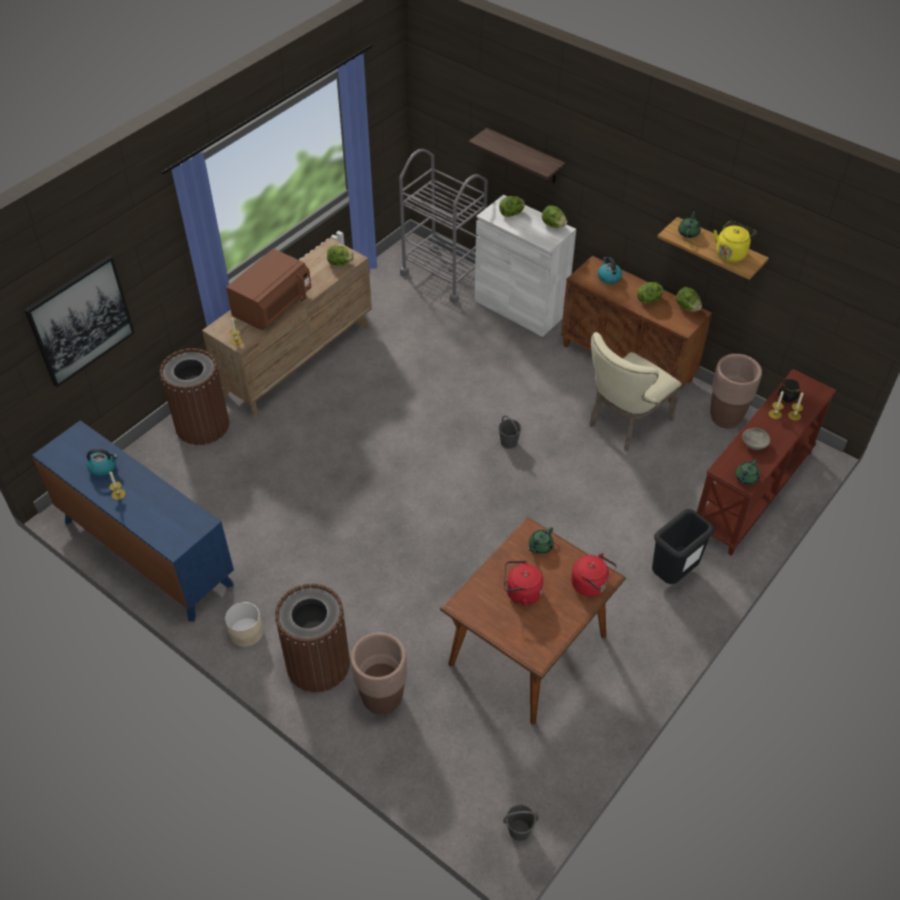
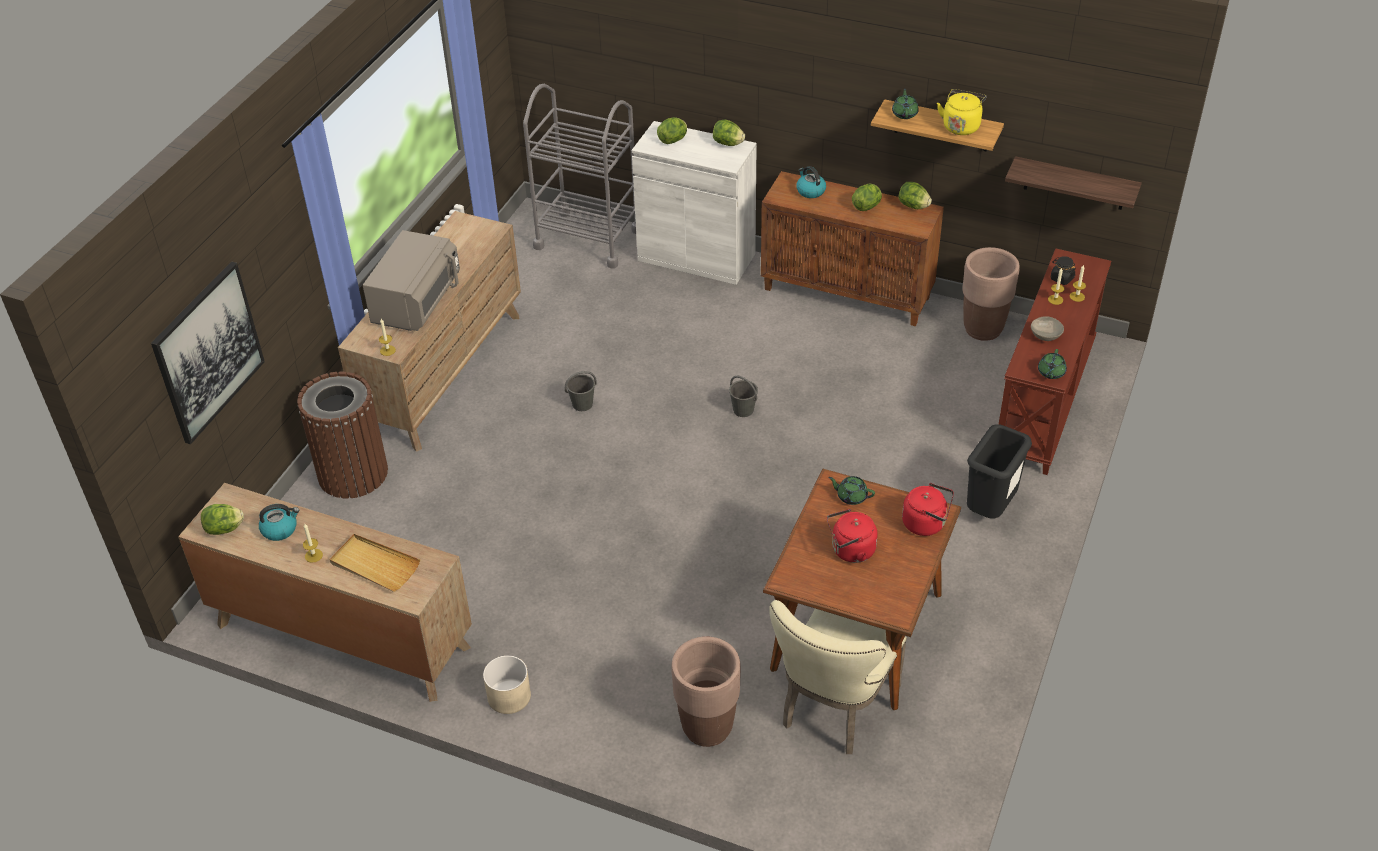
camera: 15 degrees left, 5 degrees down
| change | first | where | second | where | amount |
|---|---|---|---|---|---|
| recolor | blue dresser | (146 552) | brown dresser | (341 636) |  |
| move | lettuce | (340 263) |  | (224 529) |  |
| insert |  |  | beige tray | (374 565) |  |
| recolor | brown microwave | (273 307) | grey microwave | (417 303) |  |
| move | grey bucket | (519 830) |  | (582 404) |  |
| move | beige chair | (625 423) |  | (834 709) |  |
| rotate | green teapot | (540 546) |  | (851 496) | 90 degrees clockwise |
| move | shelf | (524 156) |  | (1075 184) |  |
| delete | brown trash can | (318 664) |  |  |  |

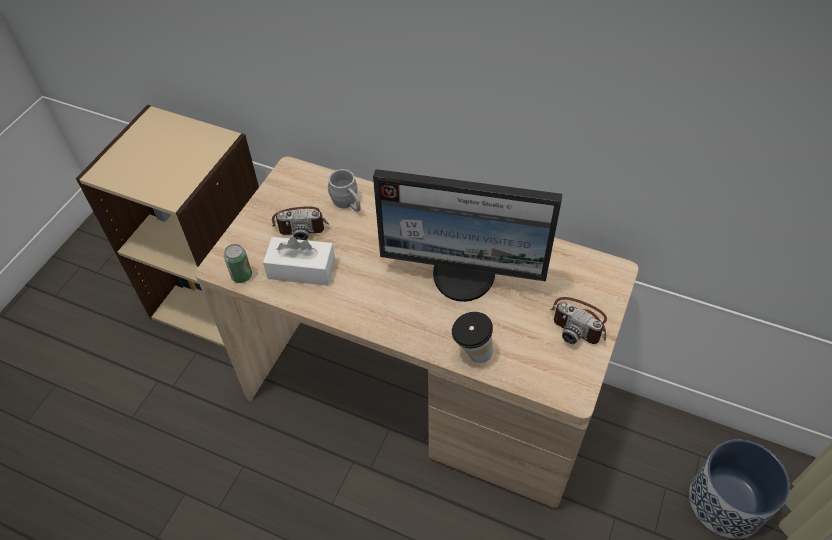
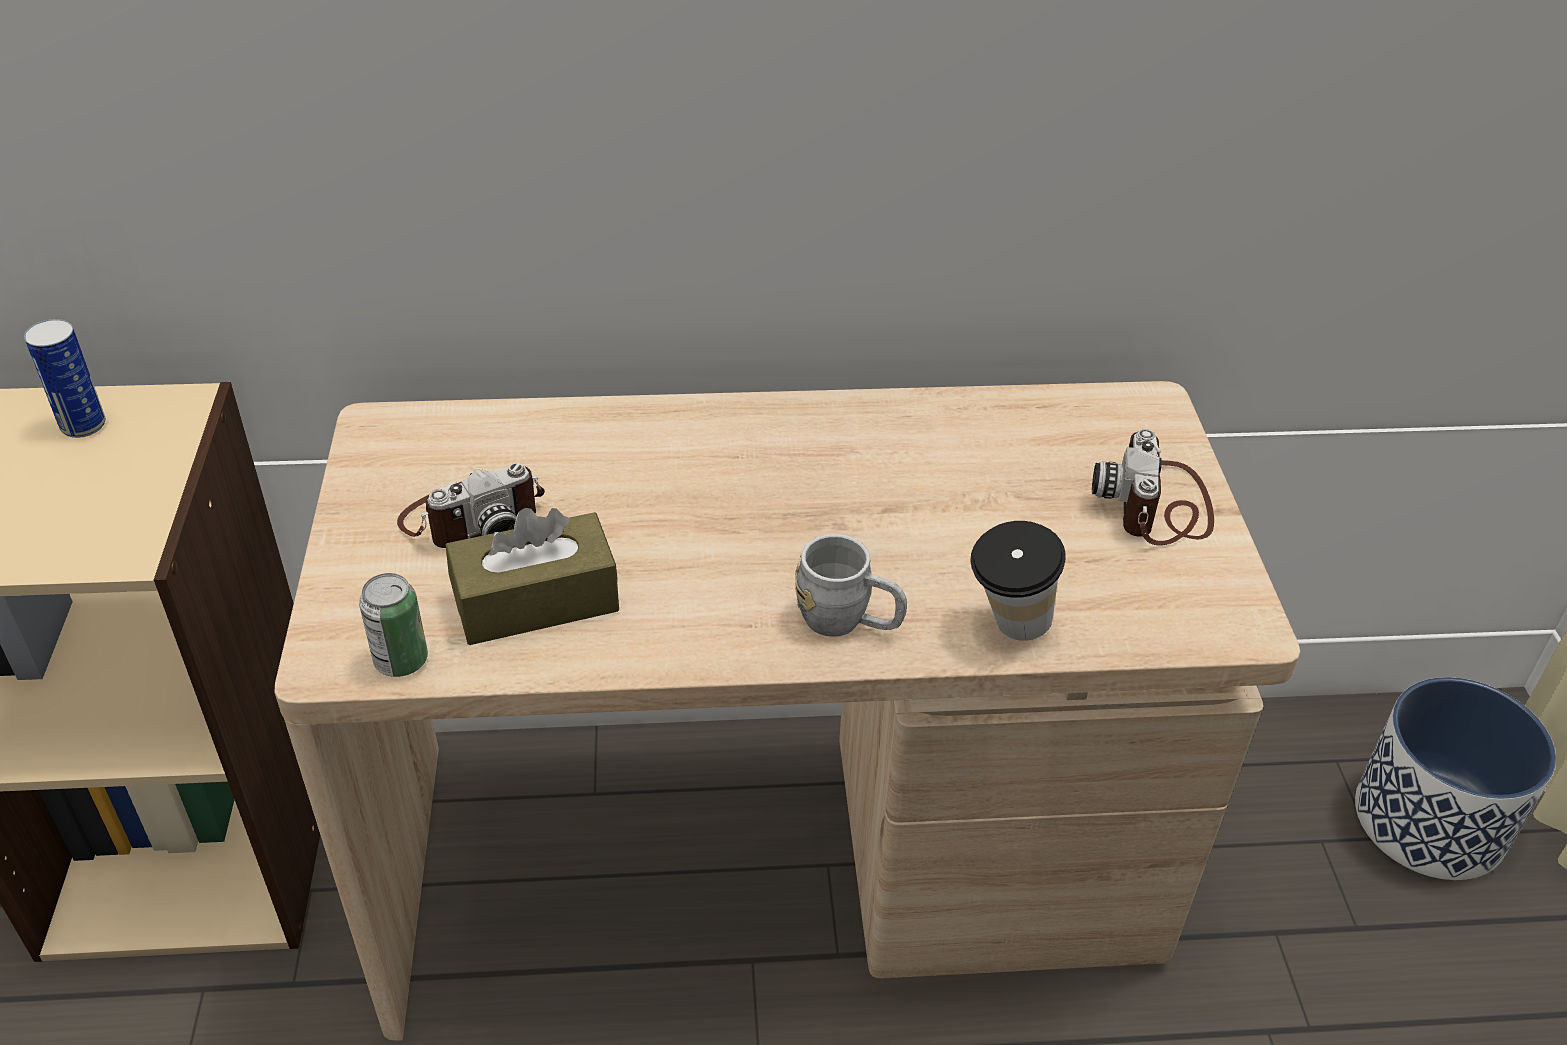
camera: 30 degrees left, 10 degrees down
| change | first | where | second | where | amount |
|---|---|---|---|---|---|
| insert |  |  | can | (83 425) |  |
| recolor | white tissue box | (301 269) | brown tissue box | (536 601) |  |
| move | grey mug | (348 204) |  | (848 622) |  |
| rotate | photo camera | (579 322) |  | (1158 506) | 90 degrees clockwise |
| delete | monitor | (464 275) |  |  |  |

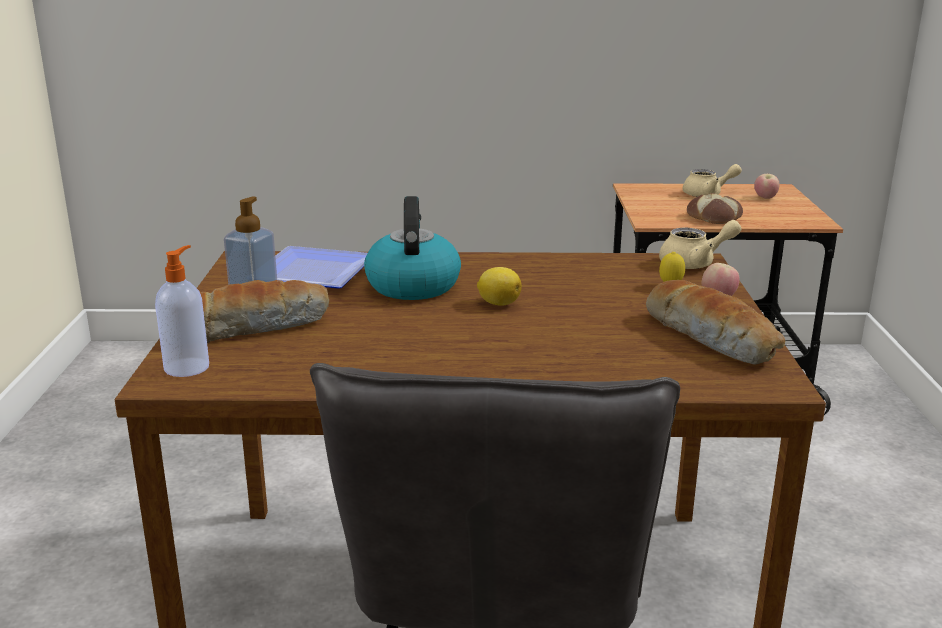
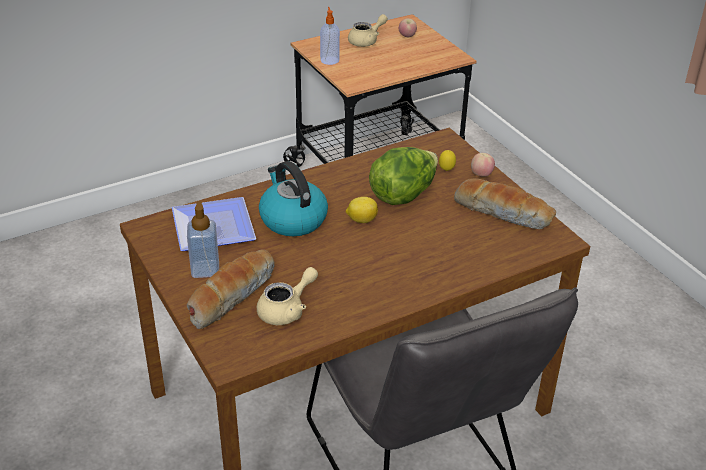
camera: 30 degrees left, 15 degrees up
| change | first | where | second | where | amount |
|---|---|---|---|---|---|
| move | beige teapot | (695 263) |  | (287 310) |  |
| move | soap dispenser | (188 367) |  | (329 60) |  |
| insert |  |  | lettuce | (403 194) |  |
| delete | bread | (714 217) |  |  |  |

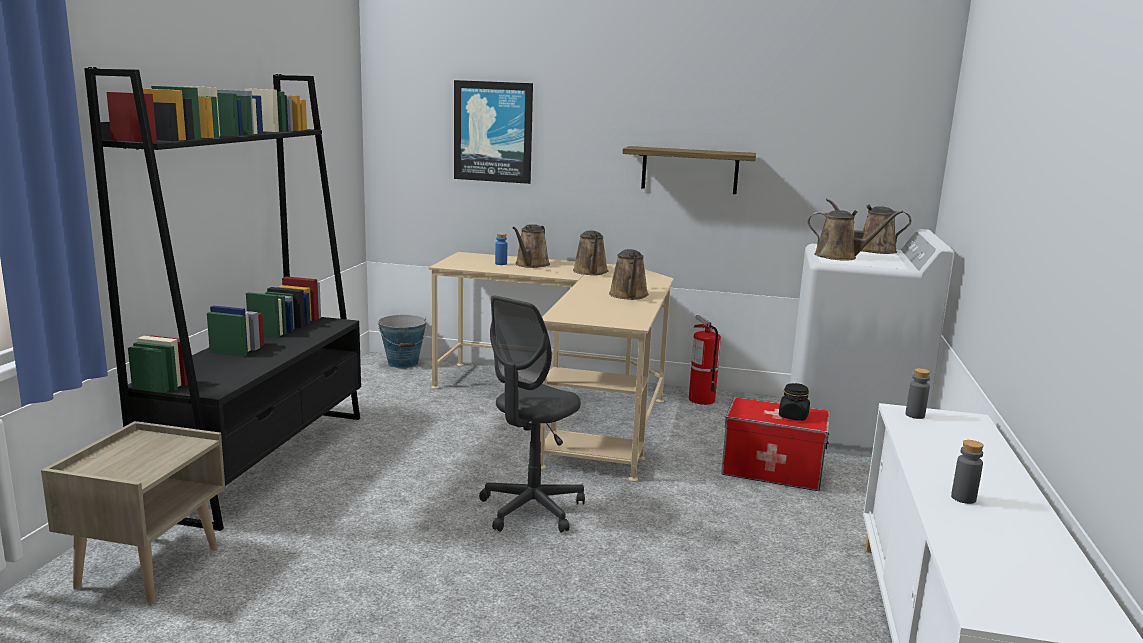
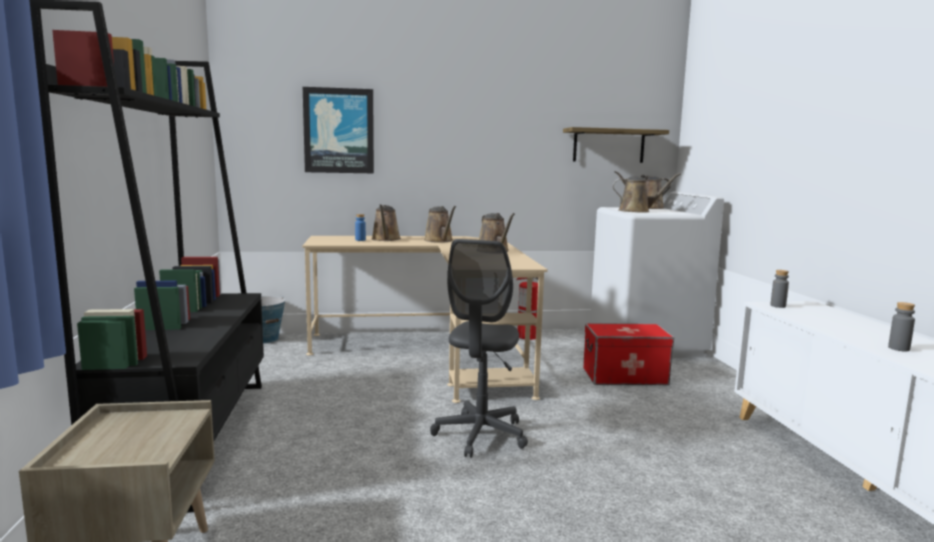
camera: 20 degrees left, 5 degrees down
| change | first | where | second | where | amount |
|---|---|---|---|---|---|
| move | shelf | (689 170) |  | (608 146) |  |
| delete | black jar | (793 416) |  |  |  |

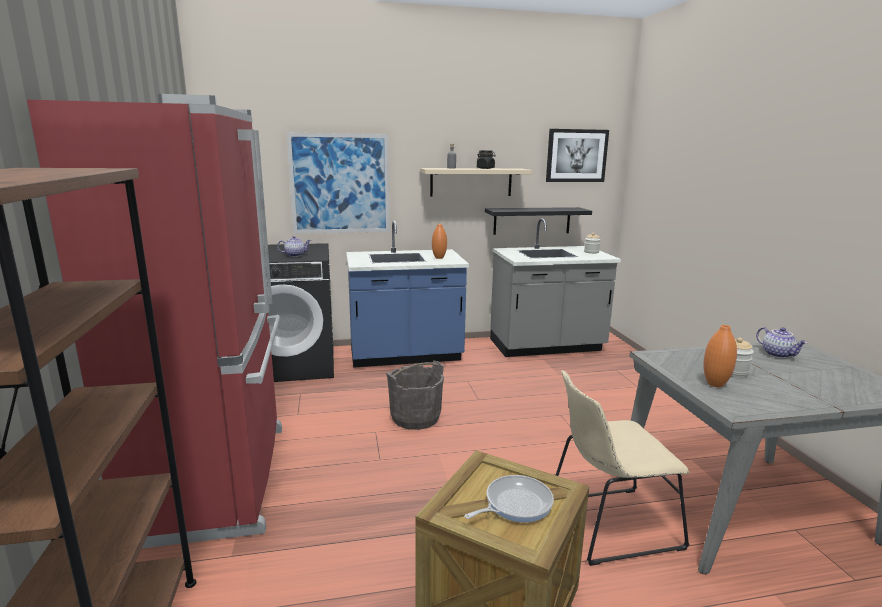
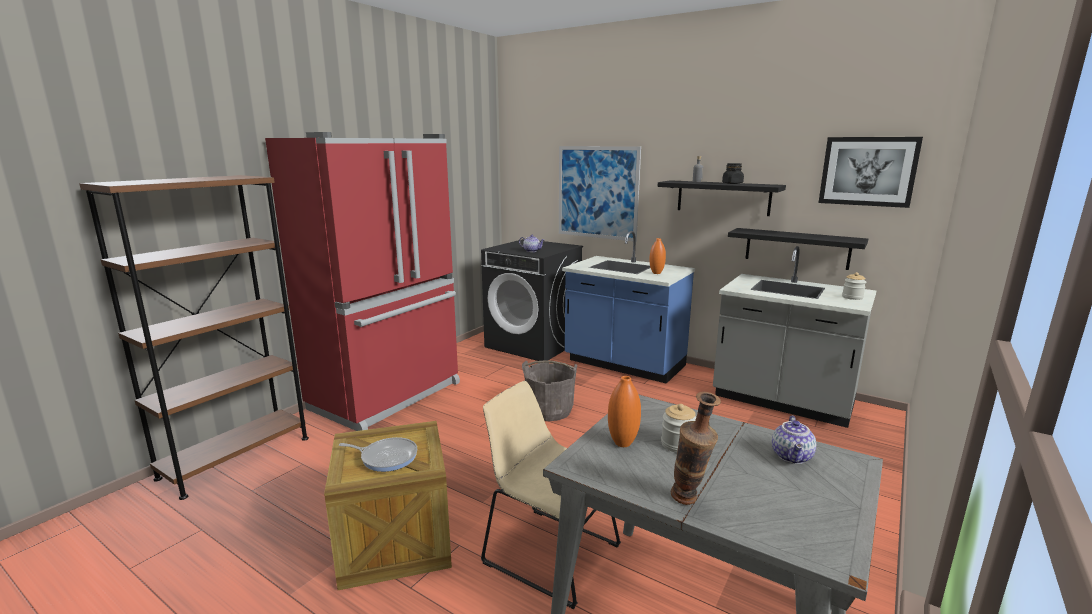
camera: 45 degrees right, 0 degrees up
| change | first | where | second | where | amount |
|---|---|---|---|---|---|
| recolor | beige shelf | (471 182) | black shelf | (723 197) |  |
| insert |  |  | vase | (689 502) |  |

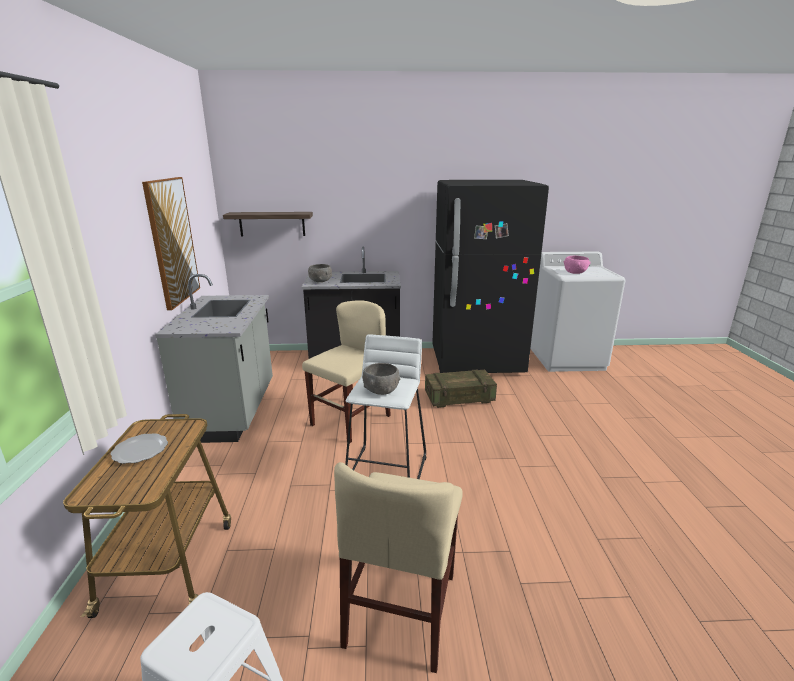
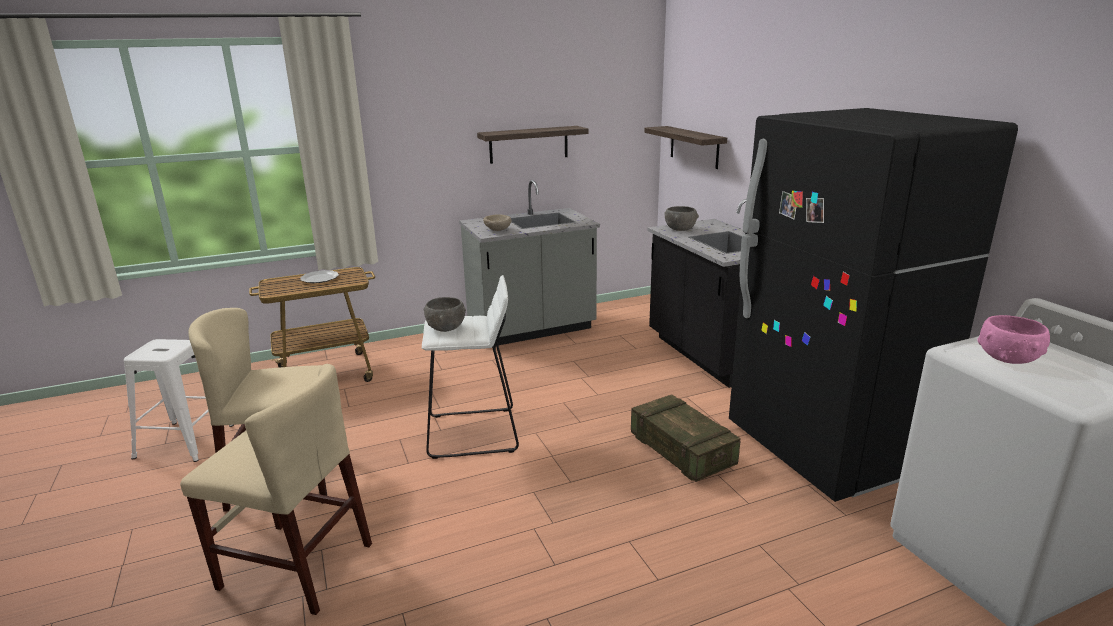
camera: 70 degrees right, 0 degrees up
| change | first | where | second | where | amount |
|---|---|---|---|---|---|
| move | beige chair | (350 420) |  | (296 566) |  |
| replace | picture | (172 241) | shelf | (528 144) |  |
| insert |  |  | beige bowl | (497 230) |  |

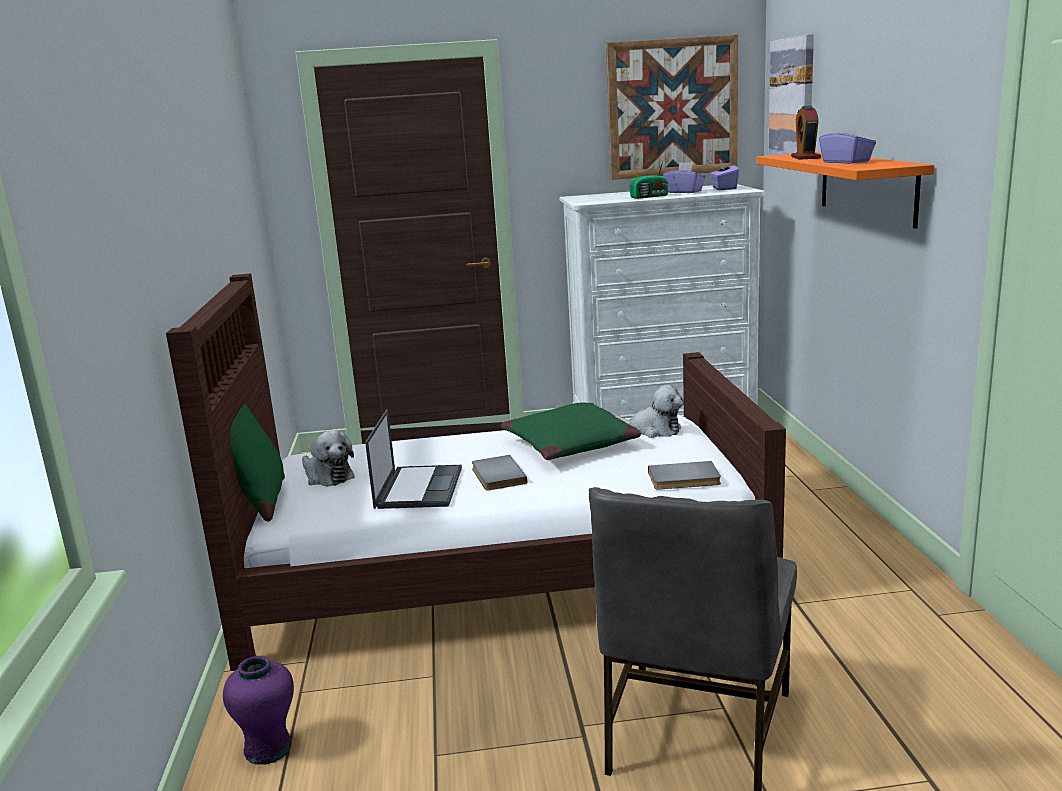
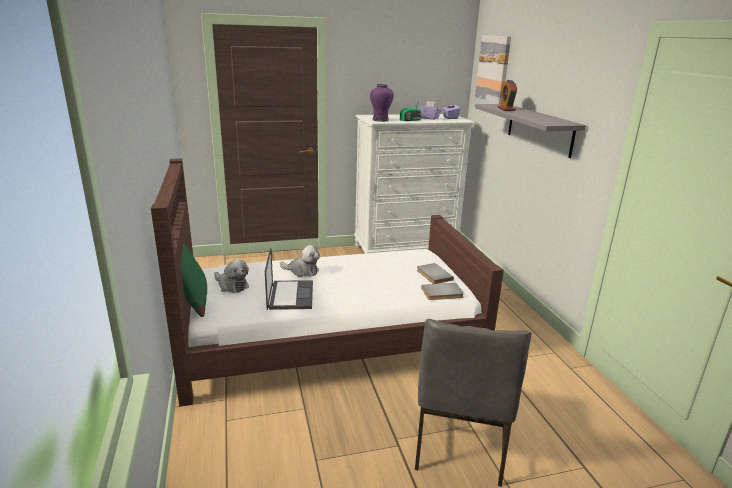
camera: 10 degrees left, 5 degrees up
| change | first | where | second | where | amount |
|---|---|---|---|---|---|
| move | plush toy | (653 430) |  | (302 271) |  |
| move | purple vase | (268 748) |  | (380 120) |  |
| move | grey book | (496 476) |  | (433 275) |  |
| recolor | orange shelf | (867 186) | grey shelf | (539 129) |  |
| delete | green pillow | (571 445) |  |  |  |
| delete | picture | (672 108) |  |  |  |
| delete | purple tissue box | (846 162) |  |  |  |

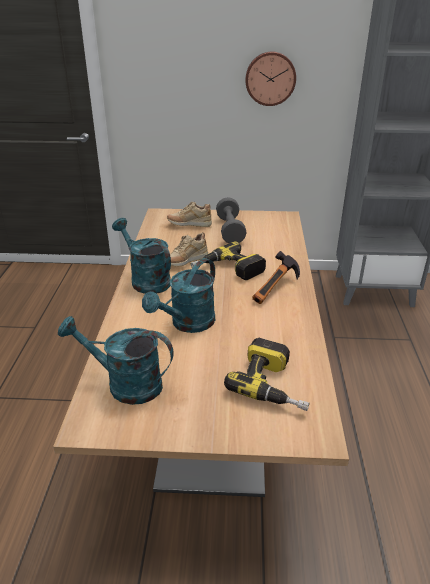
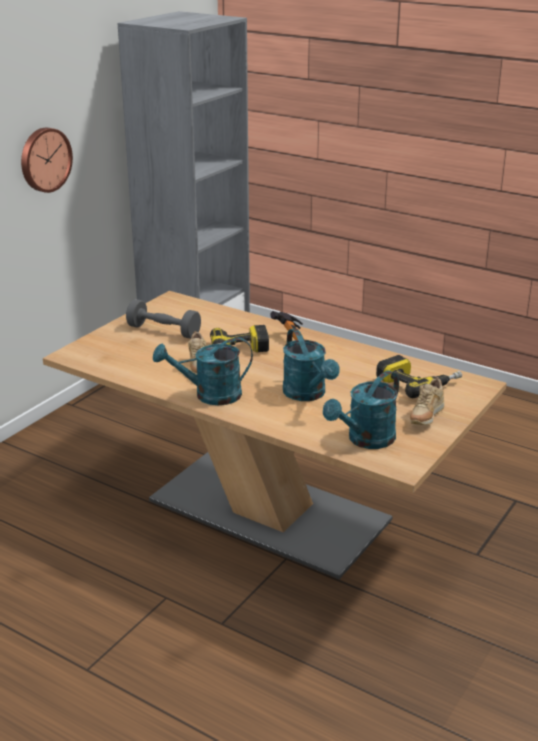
camera: 60 degrees left, 5 degrees down
| change | first | where | second | where | amount |
|---|---|---|---|---|---|
| move | beige shoe | (189 225) |  | (425 417) |  |

